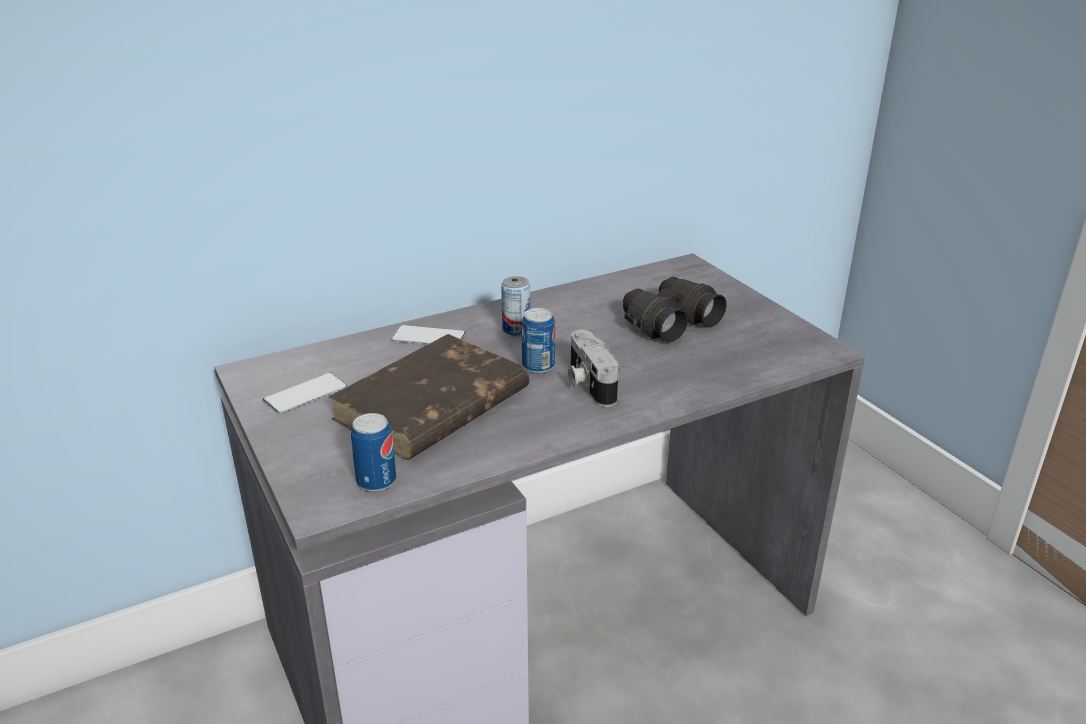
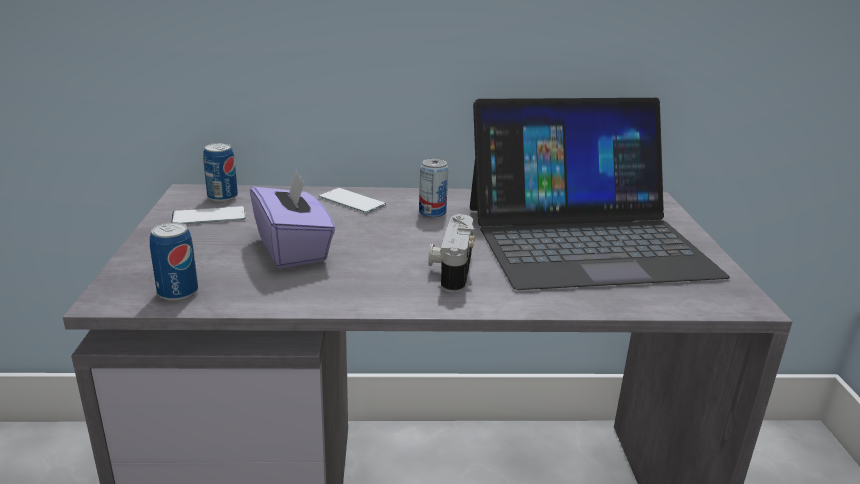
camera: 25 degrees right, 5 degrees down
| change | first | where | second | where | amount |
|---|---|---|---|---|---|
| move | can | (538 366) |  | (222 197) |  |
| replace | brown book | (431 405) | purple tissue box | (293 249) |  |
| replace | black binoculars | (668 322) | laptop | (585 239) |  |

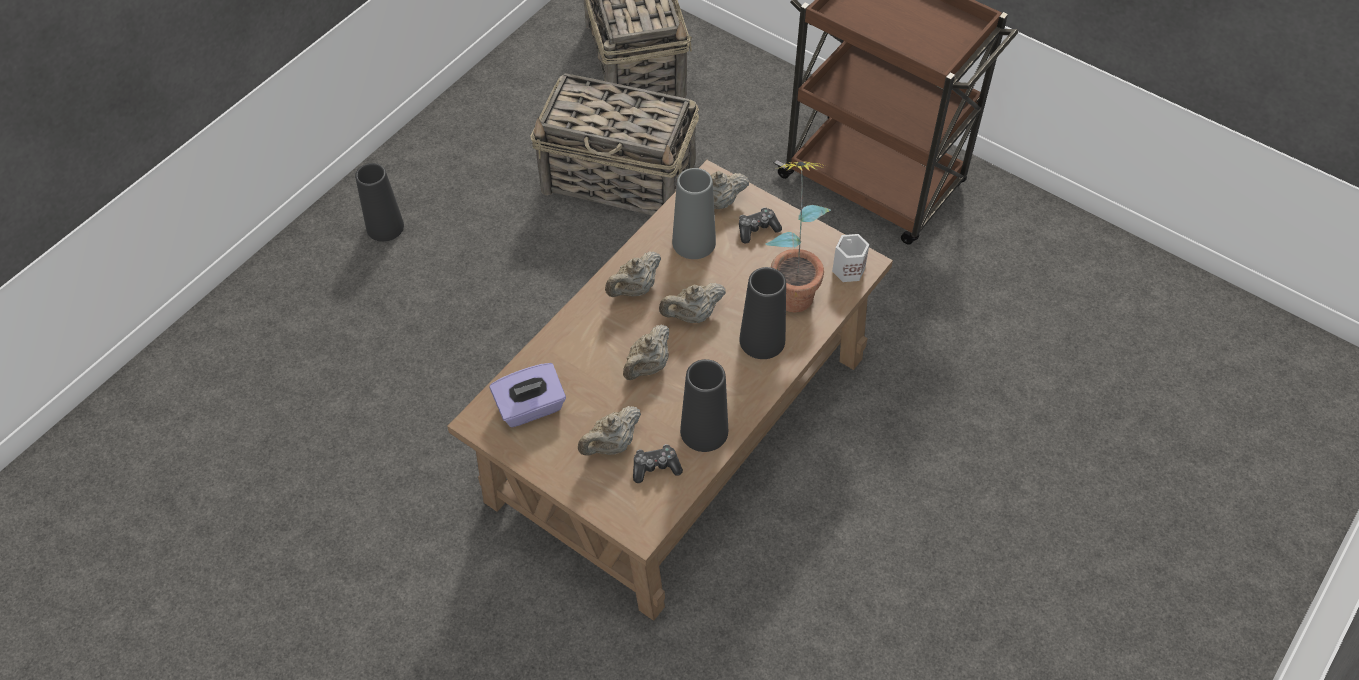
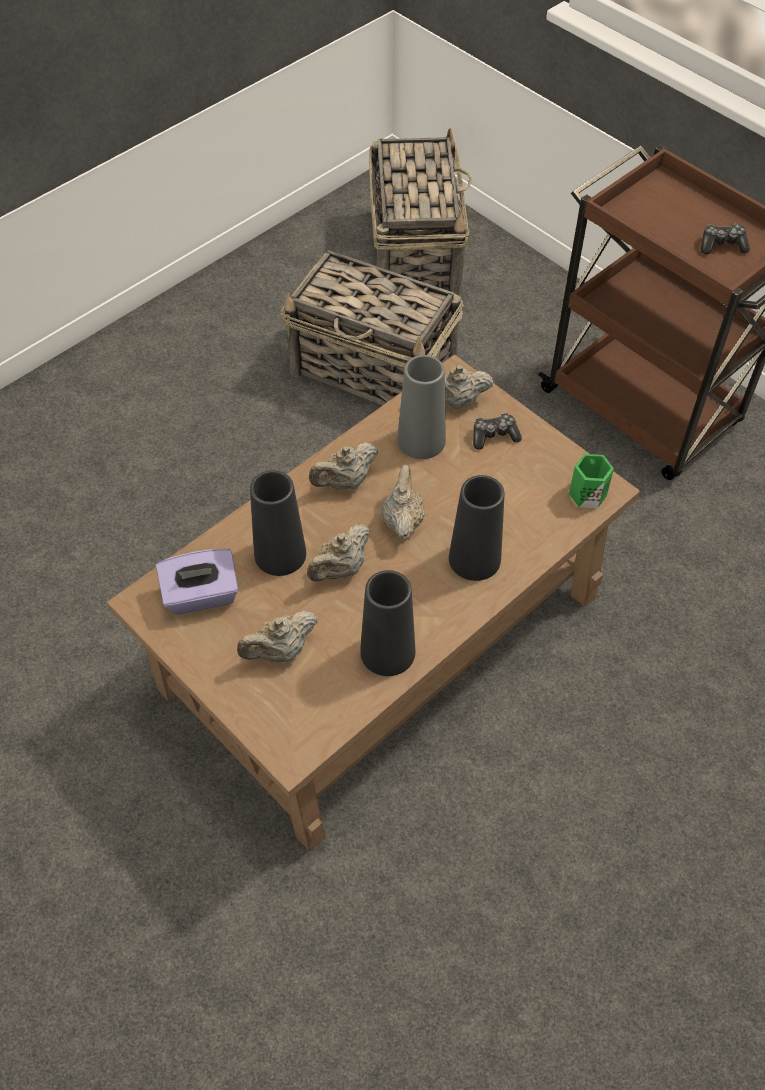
camera: 10 degrees right, 0 degrees up
| change | first | where | second | where | amount |
|---|---|---|---|---|---|
| move | black vase | (385 227) |  | (280 554) |  |
| rotate | beige teapot | (692 315) |  | (402 520) | 105 degrees clockwise |
| recolor | white mug | (847 269) | green mug | (586 493) |  |
| move | game controller | (655 467) |  | (722 245) |  |
| delete | potted plant | (793 286) |  |  |  |

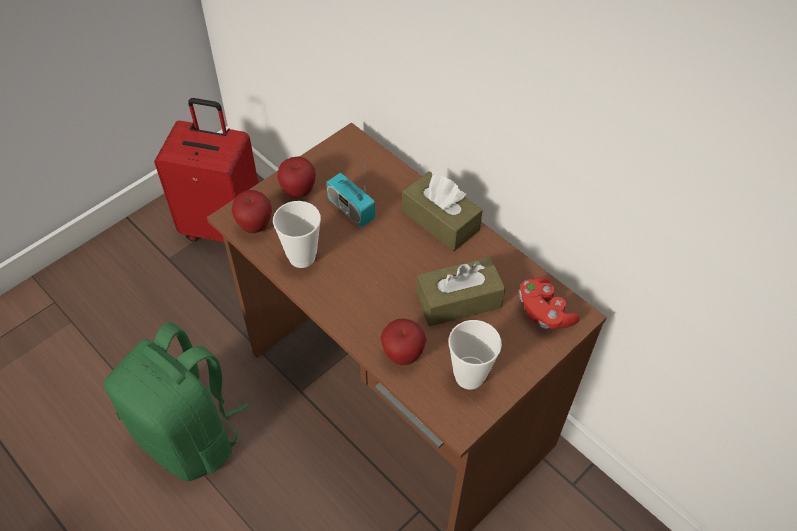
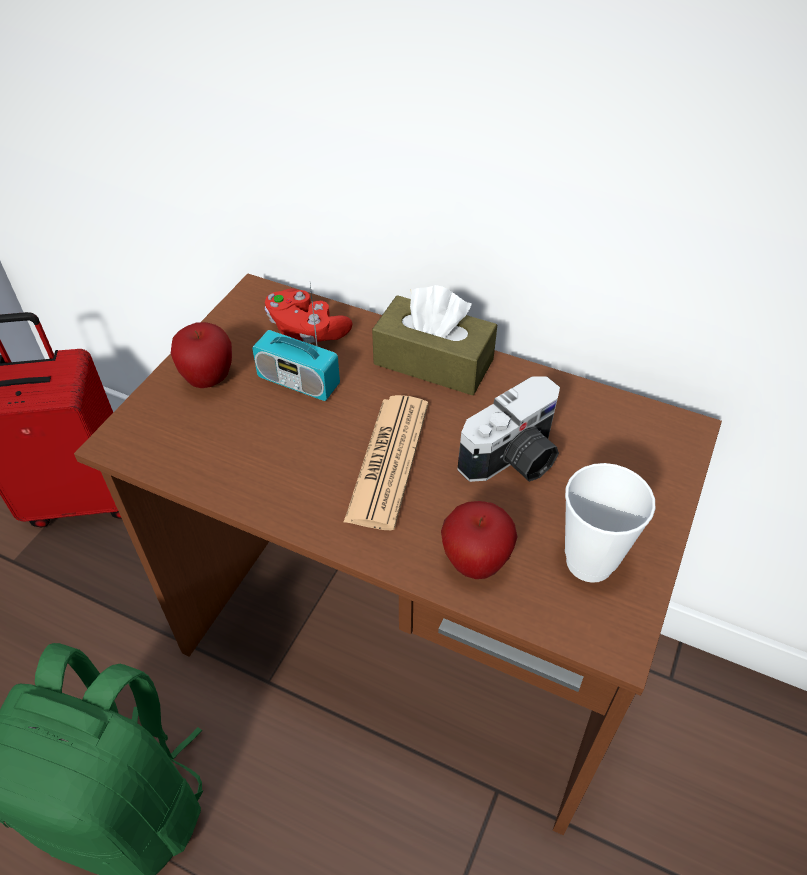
camera: 20 degrees left, 5 degrees down
| change | first | where | second | where | amount |
|---|---|---|---|---|---|
| move | red game controller | (544 312) |  | (307 331) |  |
| insert |  |  | newspaper | (388 461) |  |
| replace | brown tissue box | (458 300) | photo camera | (515 459) |  |
| delete | apple | (255 226) |  |  |  |
| delete | cup | (302 257) |  |  |  |

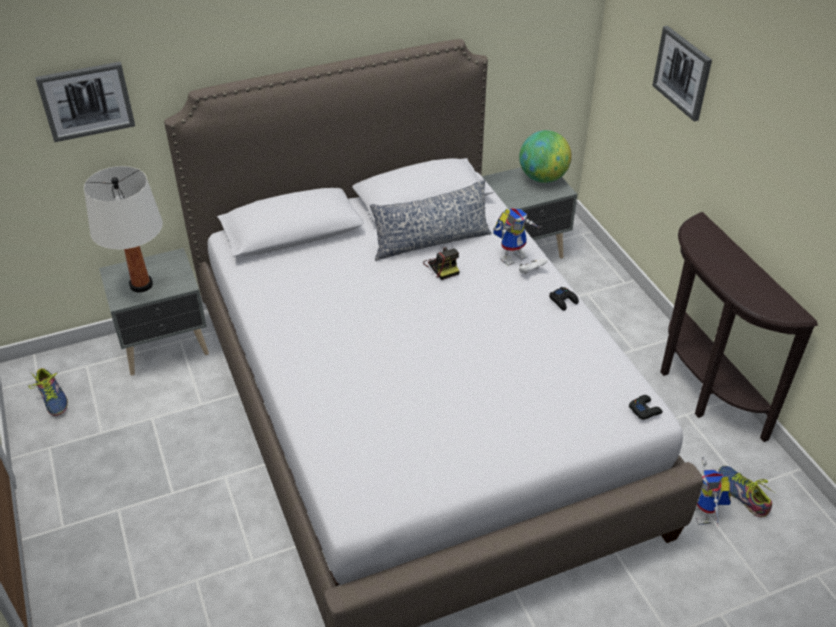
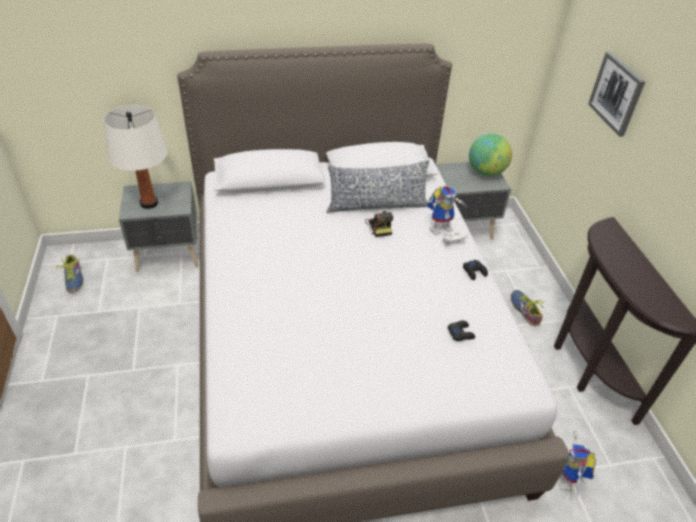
camera: 10 degrees right, 0 degrees up
| change | first | where | second | where | amount |
|---|---|---|---|---|---|
| move | black game controller | (644 410) |  | (461 333) |  |
| move | shoe | (742 494) |  | (524 310) |  |
| delete | picture | (86 101) |  |  |  |

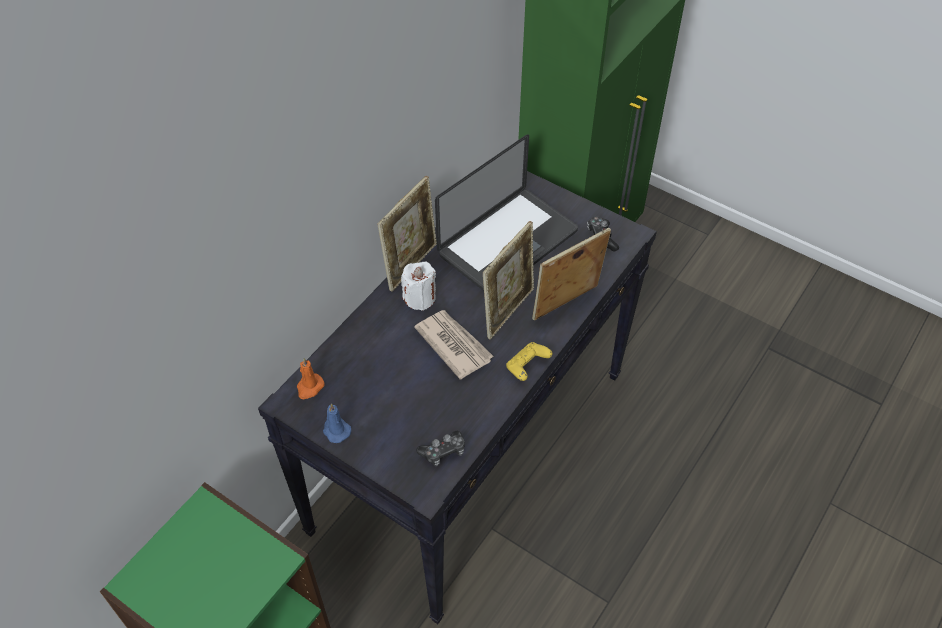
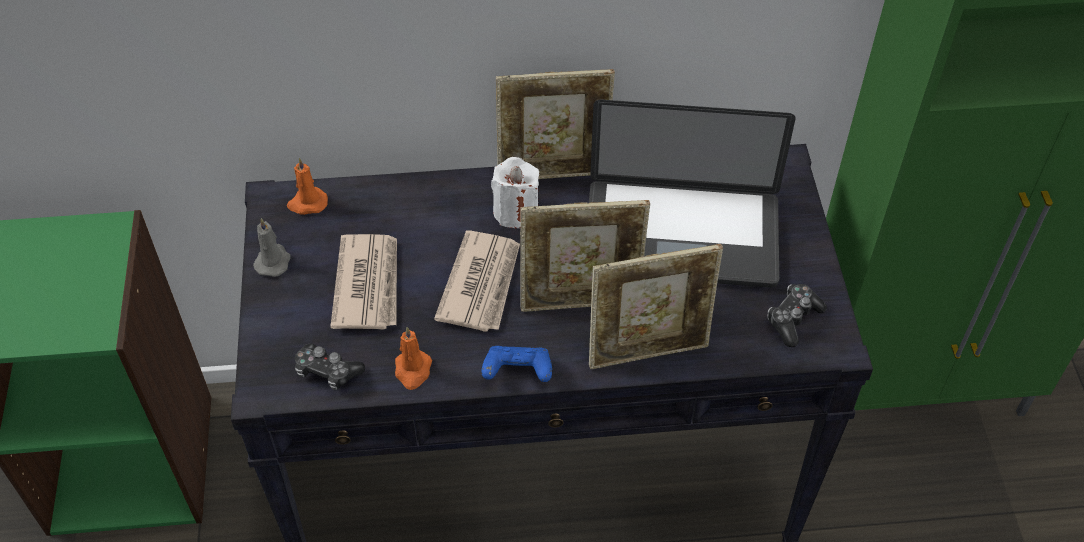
camera: 50 degrees right, 0 degrees up
| change | first | where | second | where | amount |
|---|---|---|---|---|---|
| recolor | blue candle | (336 430) | grey candle | (273 261) |  |
| insert |  |  | newspaper | (368 284) |  |
| insert |  |  | orange candle | (413 371) |  |
| recolor | yellow game controller | (527 367) | blue game controller | (517 372) |  |
| rotate | picture frame | (566 305) |  | (648 351) | 150 degrees clockwise |

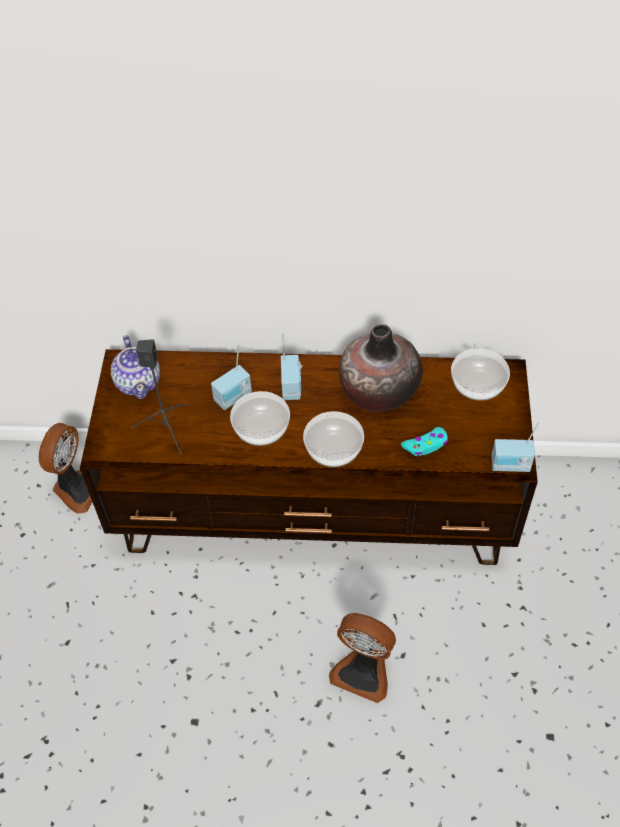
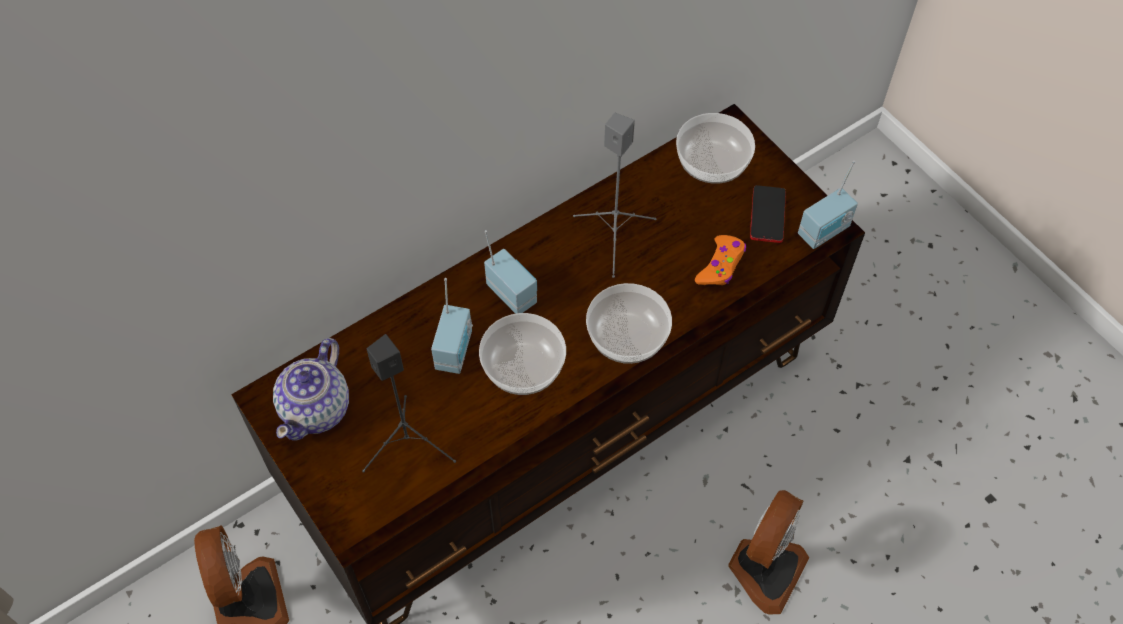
camera: 40 degrees left, 5 degrees up
| change | first | where | second | where | amount |
|---|---|---|---|---|---|
| rotate | teapot | (139 382) |  | (317 408) | 75 degrees clockwise |
| replace | vase | (378 391) | grey speaker | (615 236) |  |
| recolor | turquoise game controller | (426 445) | orange game controller | (721 266) |  |
| rotate | fan | (363 671) |  | (764 569) | 45 degrees counterclockwise |
| insert |  |  | phone | (767 215) |  |

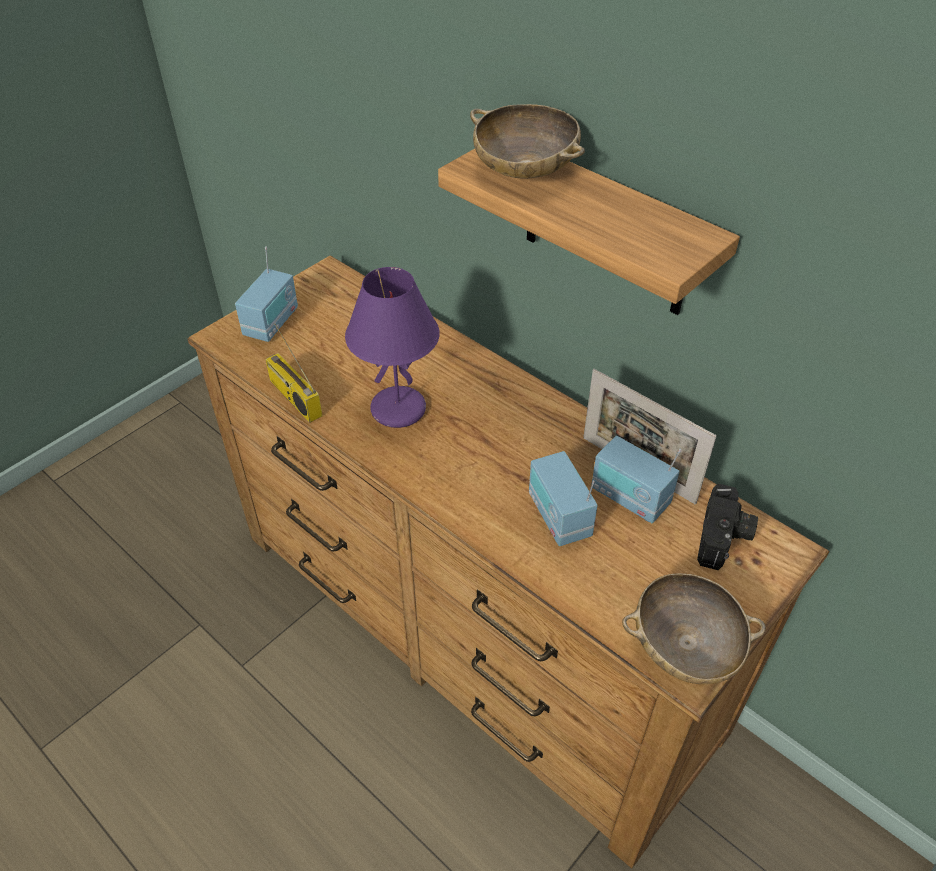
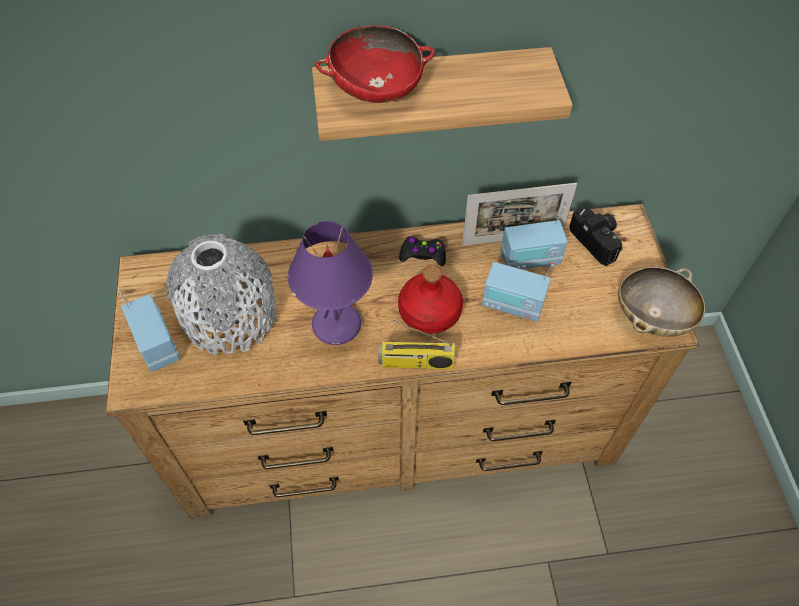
camera: 50 degrees left, 10 degrees up
| change | first | where | second | where | amount |
|---|---|---|---|---|---|
| insert |  |  | grey vase | (230 316) |  |
| recolor | beige bowl | (524 172) | red bowl | (376 89) |  |
| move | radio | (293 397) |  | (415 363) |  |
| insert |  |  | red bottle | (429 312) |  |
| insert |  |  | black game controller | (423 254) |  |

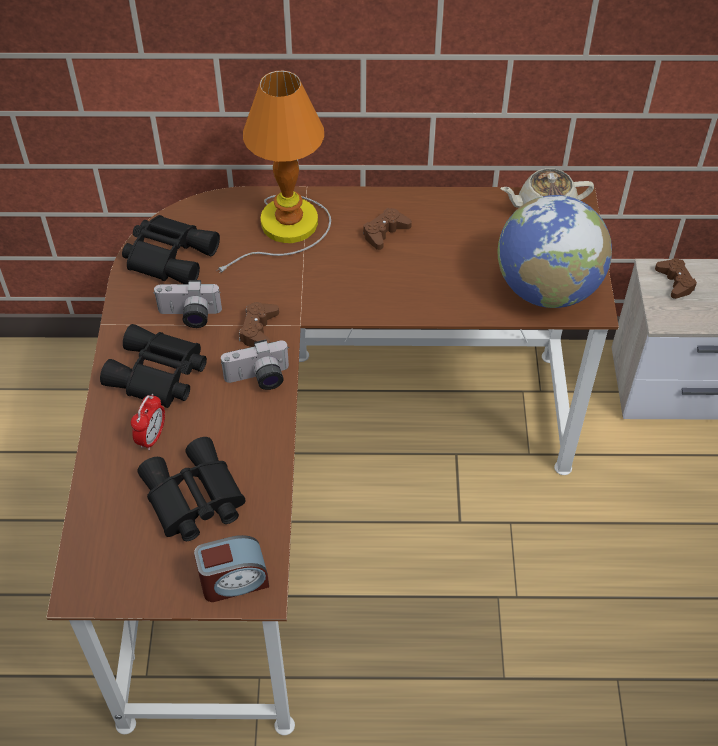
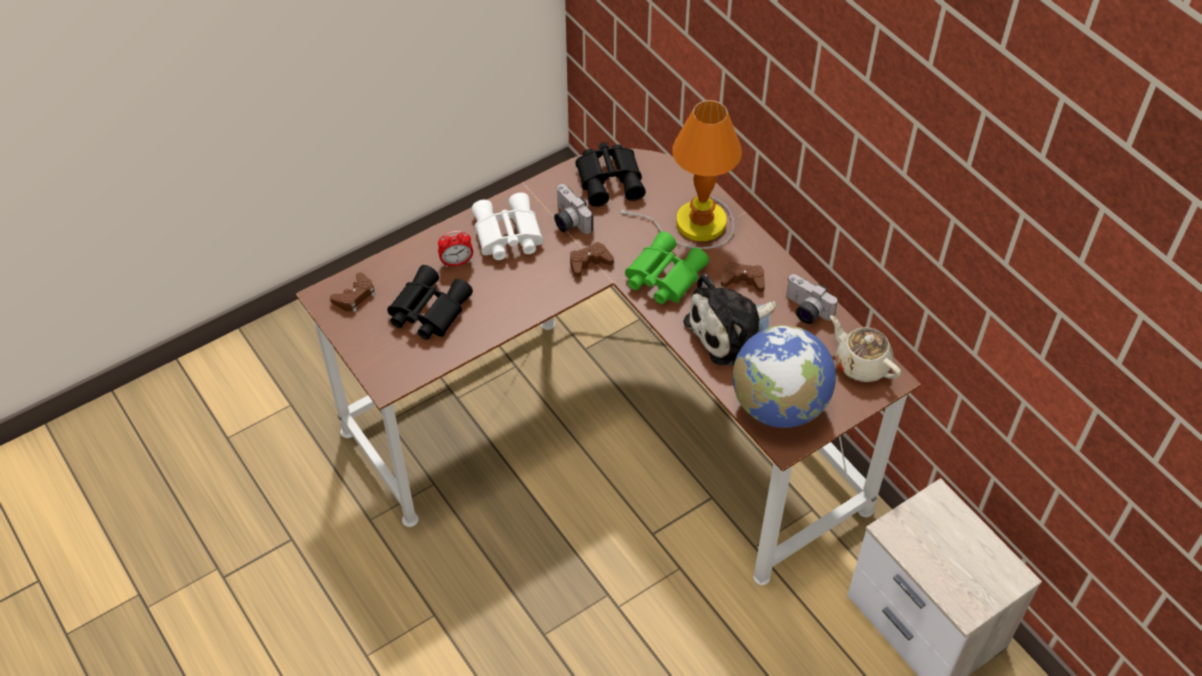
camera: 55 degrees right, 0 degrees up
| change | first | where | second | where | amount |
|---|---|---|---|---|---|
| move | brown game controller | (675 282) |  | (355 296) |  |
| recolor | black binoculars | (158 375) | white binoculars | (506 235) |  |
| insert |  |  | green binoculars | (662 276) |  |
| insert |  |  | plush toy | (731 331) |  |
| move | photo camera | (259 379) |  | (805 311) |  |
| delete | alarm clock | (234 581) |  |  |  |

